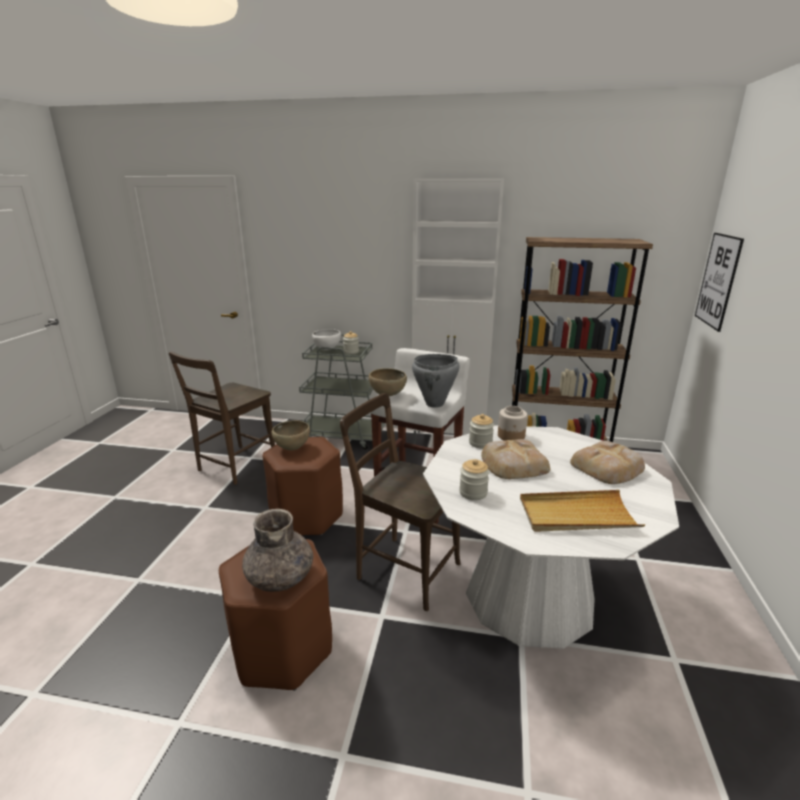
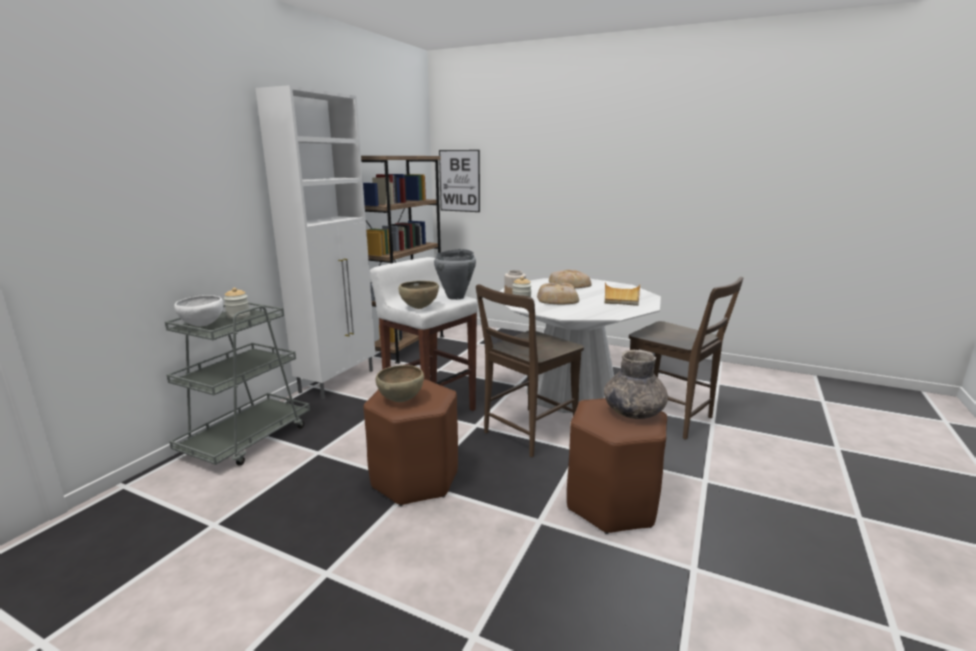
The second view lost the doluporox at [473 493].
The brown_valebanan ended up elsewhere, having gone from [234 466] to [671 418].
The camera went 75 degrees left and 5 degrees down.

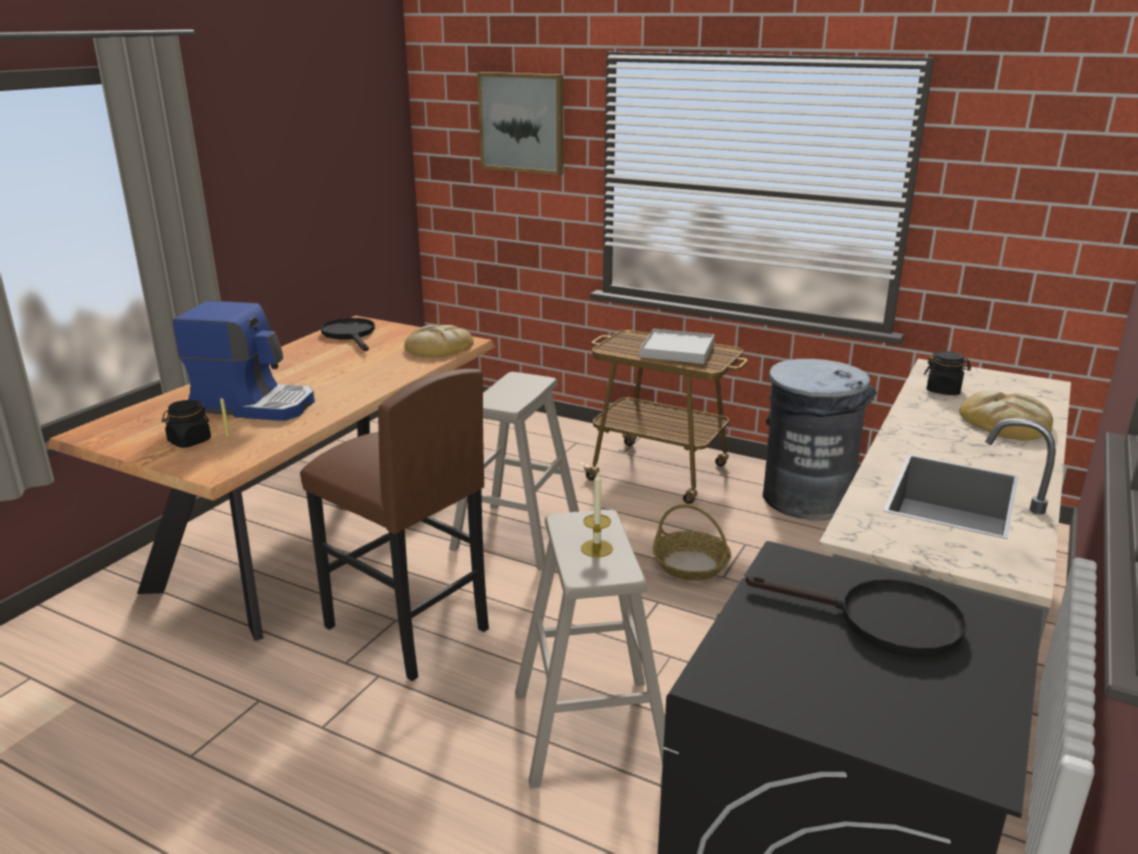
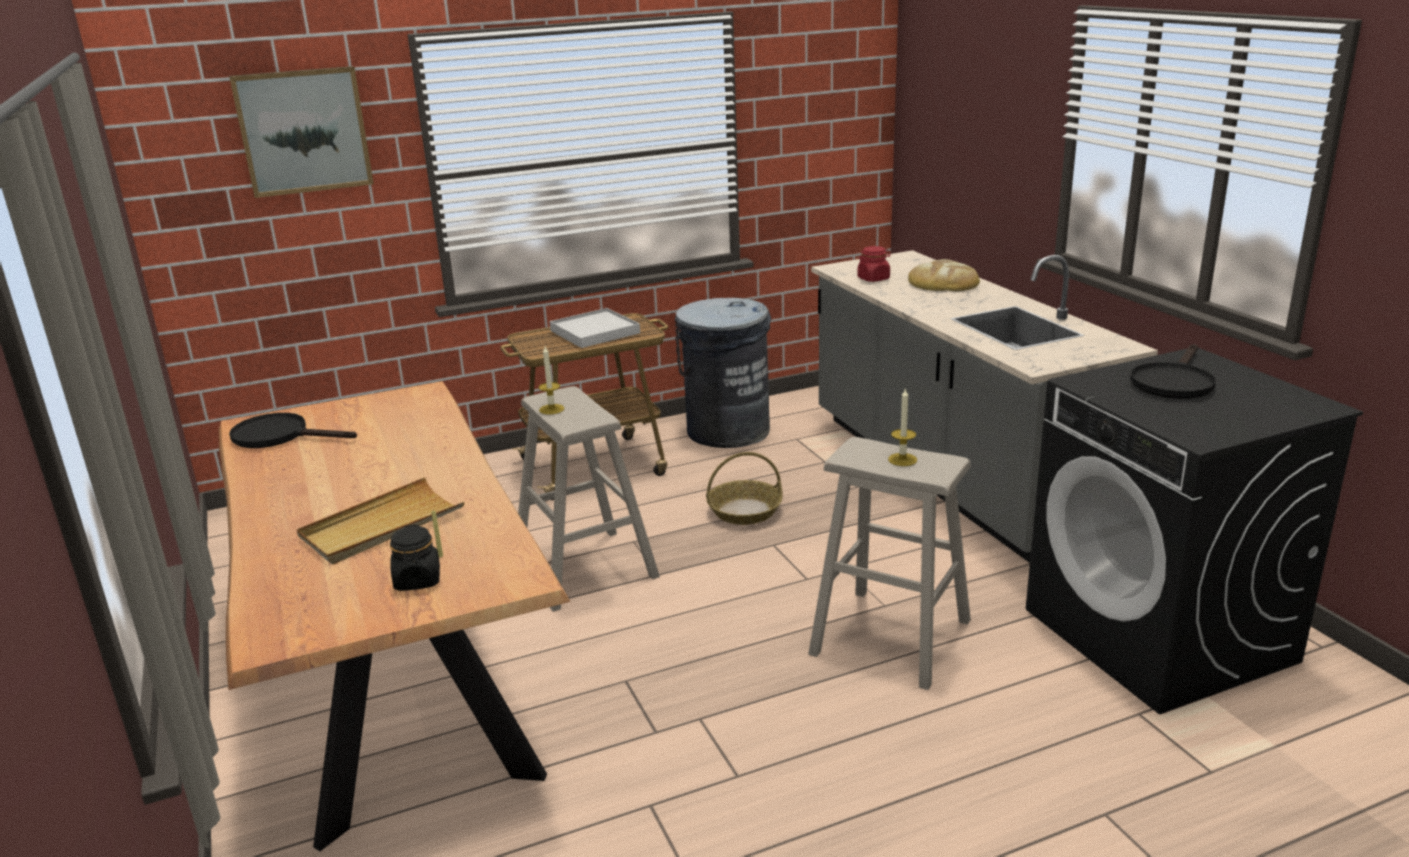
The second view lost the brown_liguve at [406 629].
The second view lost the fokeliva at [438 347].
The second view gained the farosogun at [551 409].
Where the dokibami stood at [254 405], the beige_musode came to stand at [381 526].
What was the black_doluporox at [943 390] turned into the red_doluporox at [873 279].
The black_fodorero at [881 621] ended up facing another way, 150 degrees clockwise from before.
The camera went 50 degrees left and 0 degrees up.

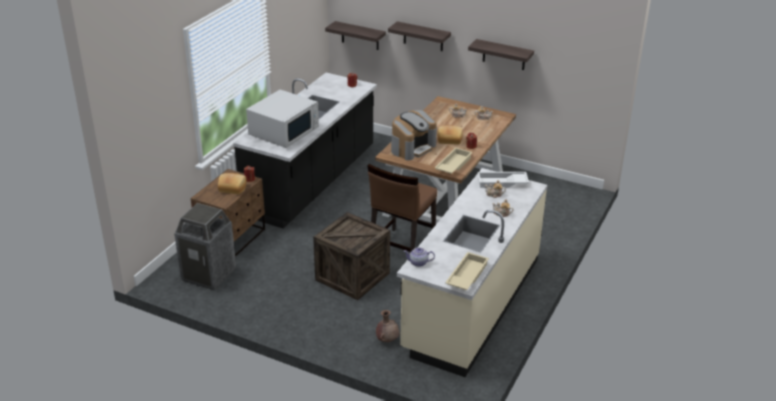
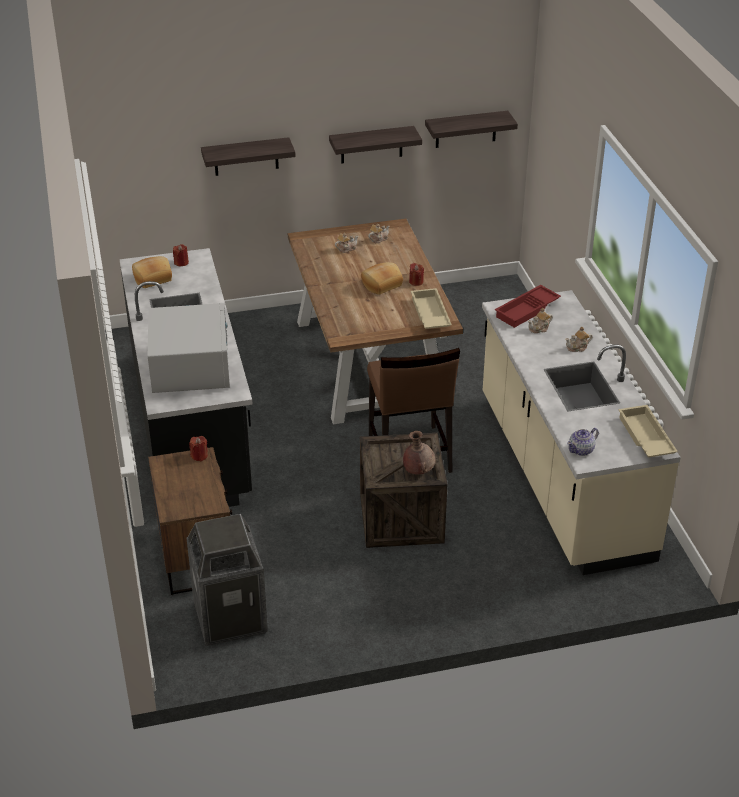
The second view lost the dokibami at [412 147].
The fokeliva ended up elsewhere, having gone from [233 188] to [152 278].
The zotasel ended up elsewhere, having gone from [360 36] to [466 129].
The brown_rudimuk ended up elsewhere, having gone from [387 340] to [418 471].
What was the white_musode at [502 183] turned into the red_musode at [527 310].
The camera went 40 degrees left and 5 degrees up.

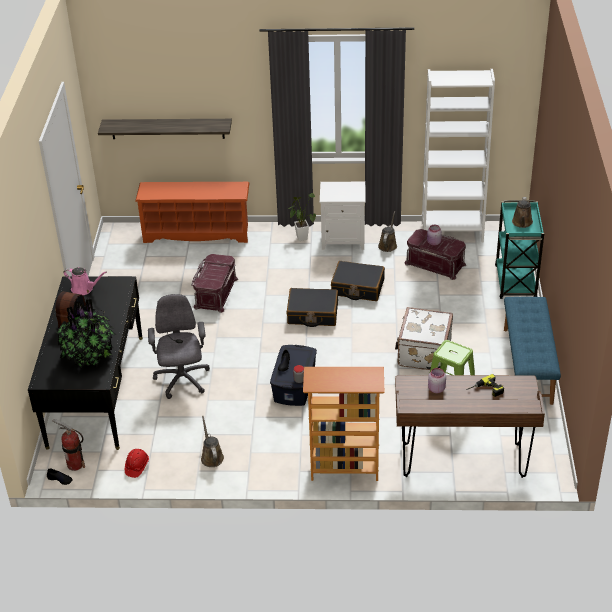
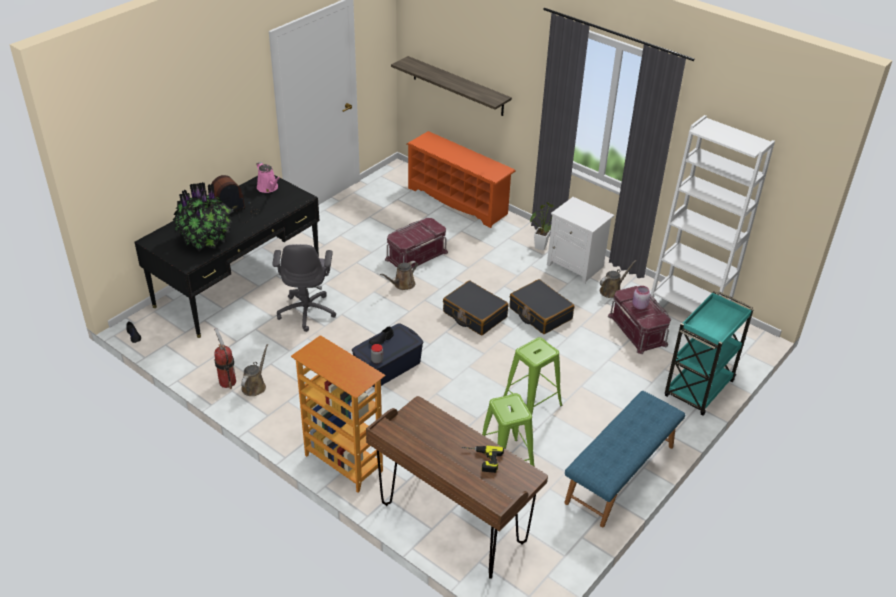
The second view lost the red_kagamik at [137 467].
The second view lost the pink_doluporox at [436 389].
The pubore ended up elsewhere, having gone from [75 464] to [227 381].
The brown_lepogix ended up elsewhere, having gone from [522 223] to [402 285].
Where the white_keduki stood at [423 353], the green_liguve came to stand at [532 403].
The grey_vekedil at [182 380] ended up facing another way, 150 degrees clockwise from before.
The camera went 35 degrees right and 0 degrees up.

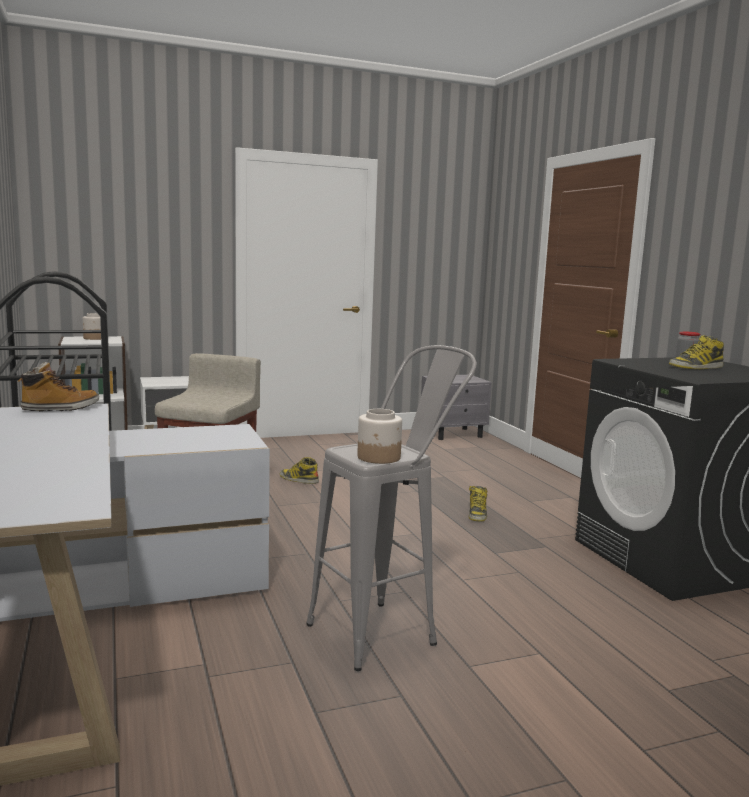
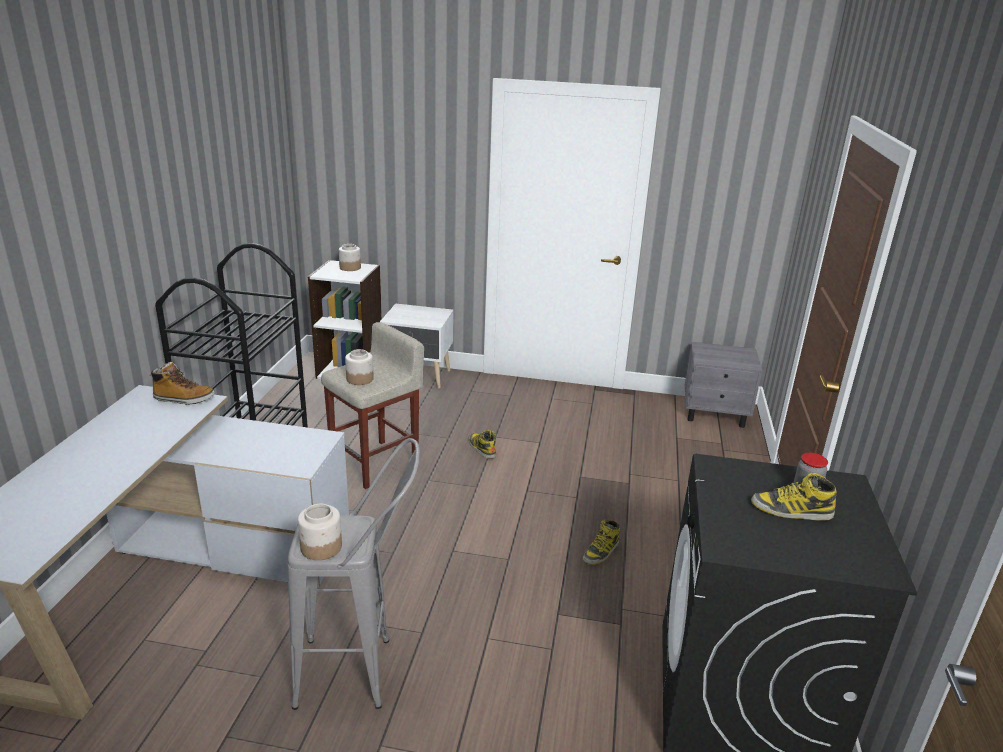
The second view gained the doluporox at [360 379].
The camera went 30 degrees right and 15 degrees up.

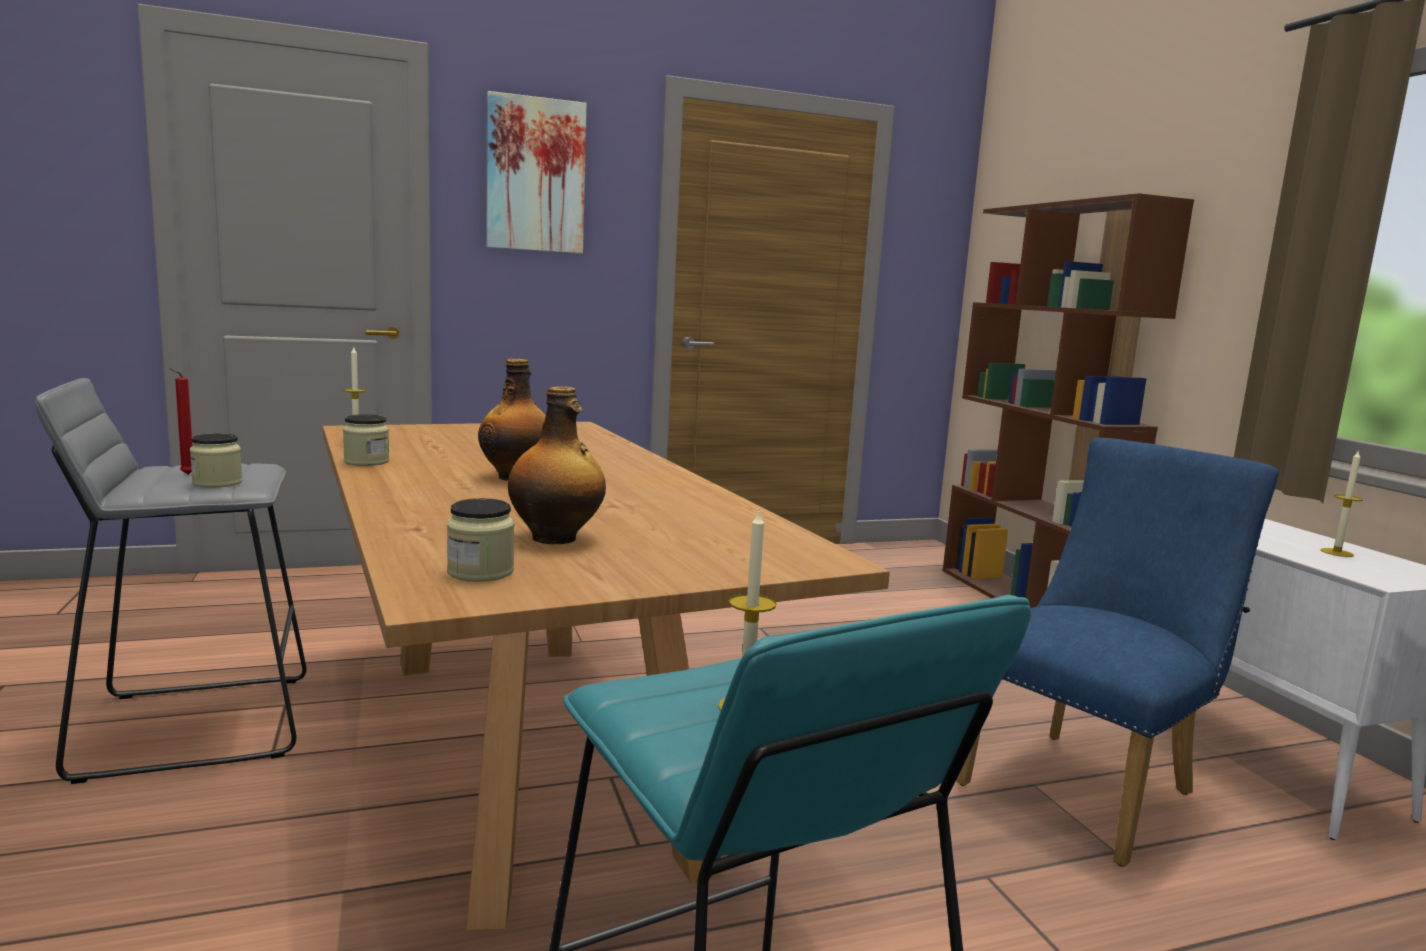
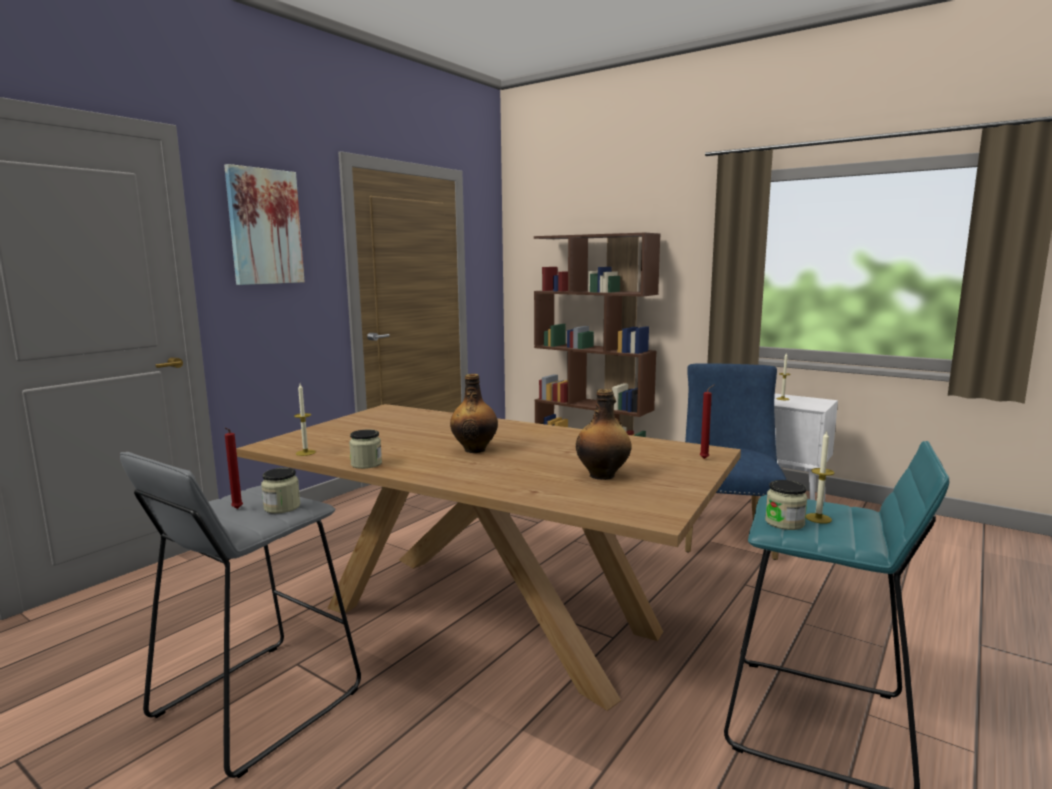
The second view gained the red_farosogun at [705 458].
The doluporox ended up elsewhere, having gone from [480 572] to [784 523].
The camera went 35 degrees left and 0 degrees up.

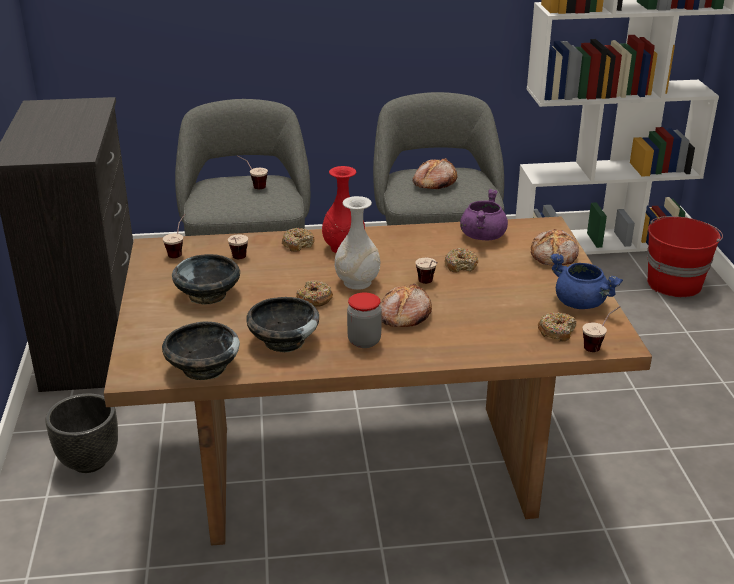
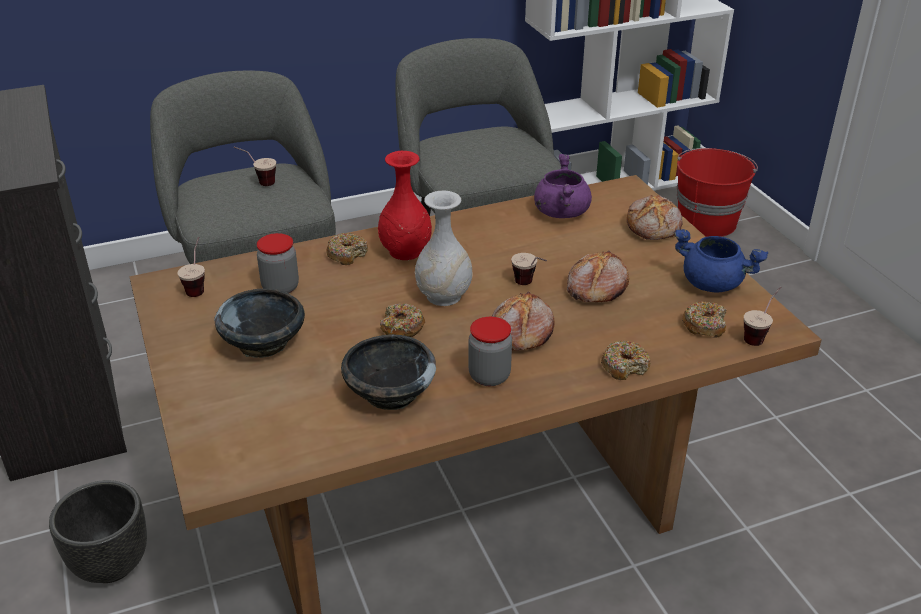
The second view lost the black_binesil at [203 368].
The fokeliva ended up elsewhere, having gone from [434 183] to [595 288].
The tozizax ended up elsewhere, having gone from [461 265] to [624 366].
Where the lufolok stood at [237 260], the doluporox came to stand at [280 288].
The camera went 15 degrees left and 5 degrees up.

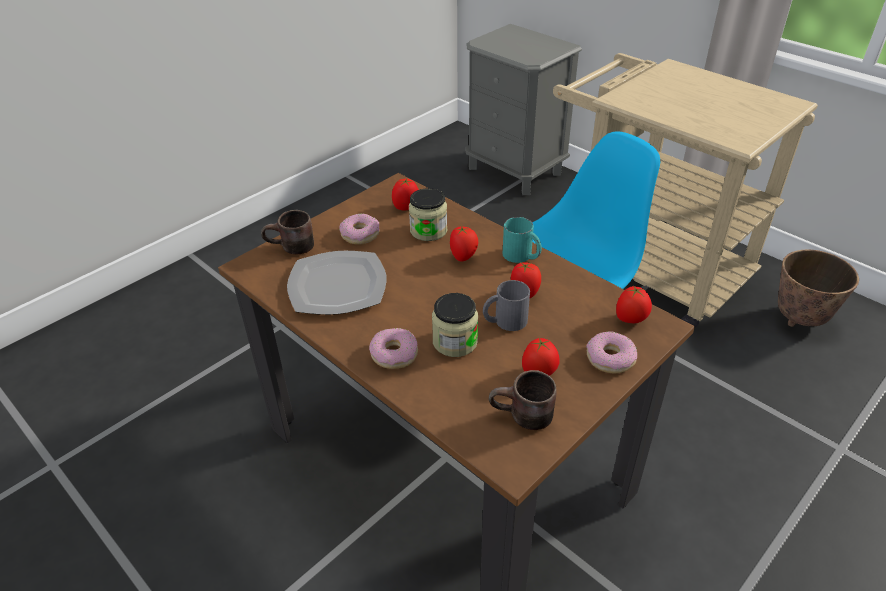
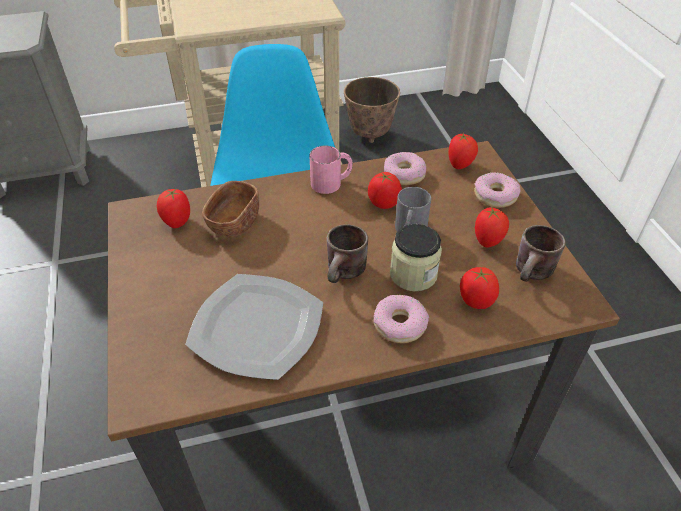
The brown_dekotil ended up elsewhere, having gone from [291 249] to [347 273].
The tozizax ended up elsewhere, having gone from [360 234] to [404 174].
The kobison ended up elsewhere, having gone from [463 257] to [475 301].
Where the doluporox stood at [428 230], the brown_binesil came to stand at [234 222].
What was the turquoise_dekotil at [522 256] turned into the pink_dekotil at [332 182].
The camera went 60 degrees left and 5 degrees up.

